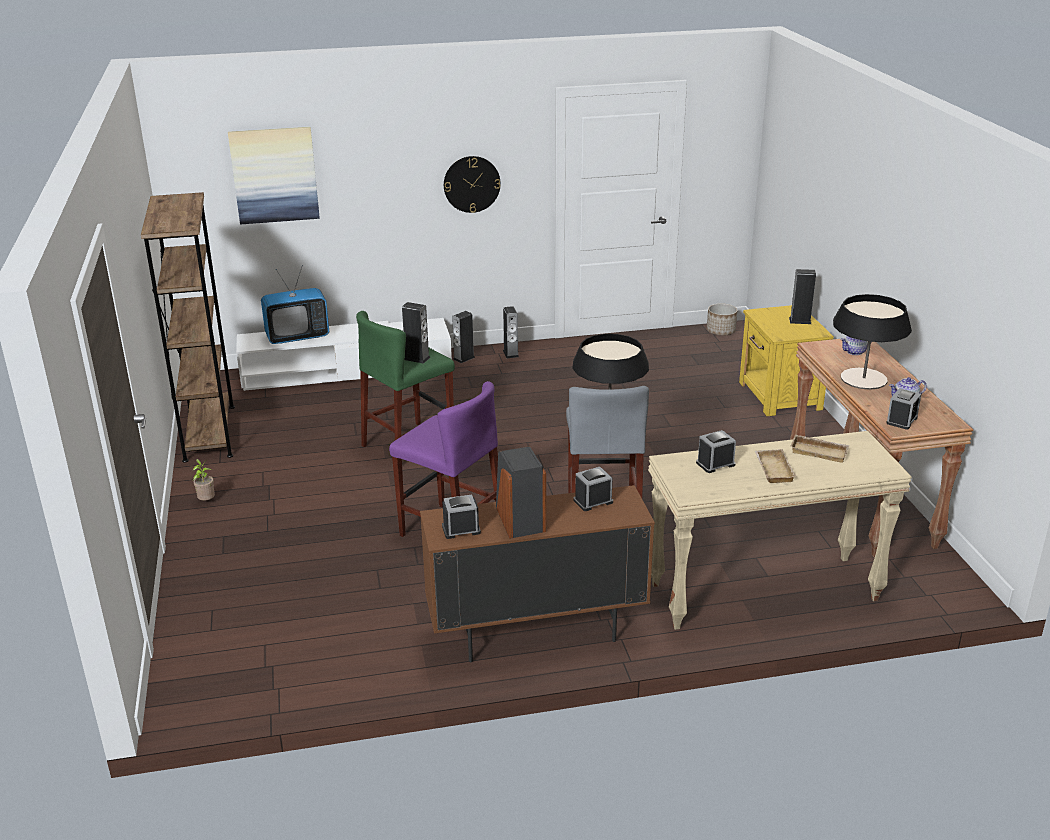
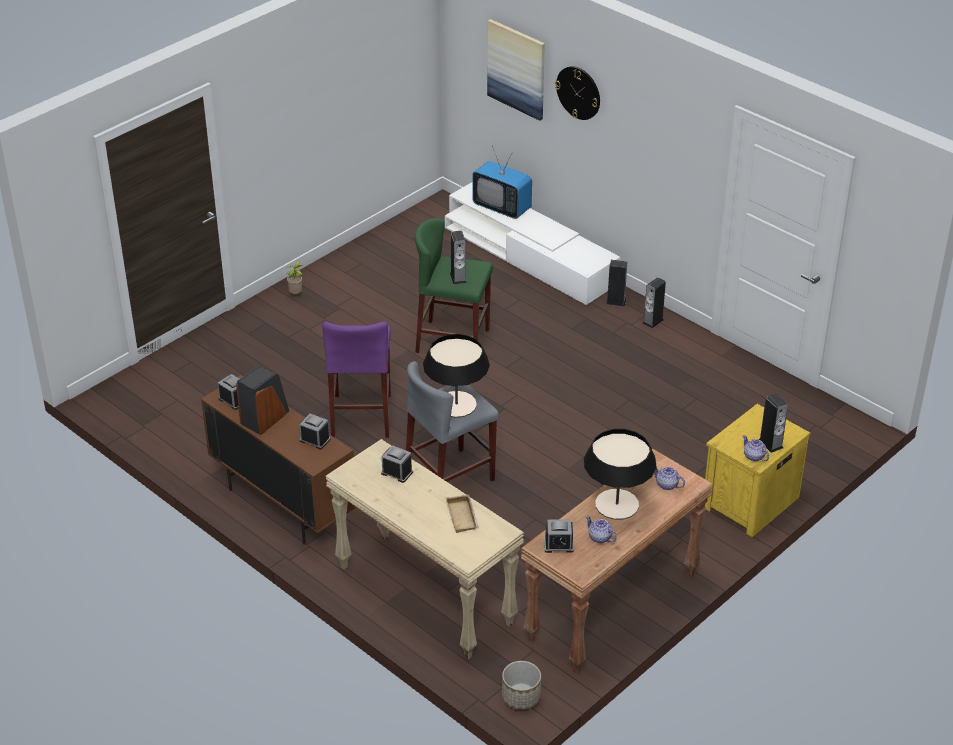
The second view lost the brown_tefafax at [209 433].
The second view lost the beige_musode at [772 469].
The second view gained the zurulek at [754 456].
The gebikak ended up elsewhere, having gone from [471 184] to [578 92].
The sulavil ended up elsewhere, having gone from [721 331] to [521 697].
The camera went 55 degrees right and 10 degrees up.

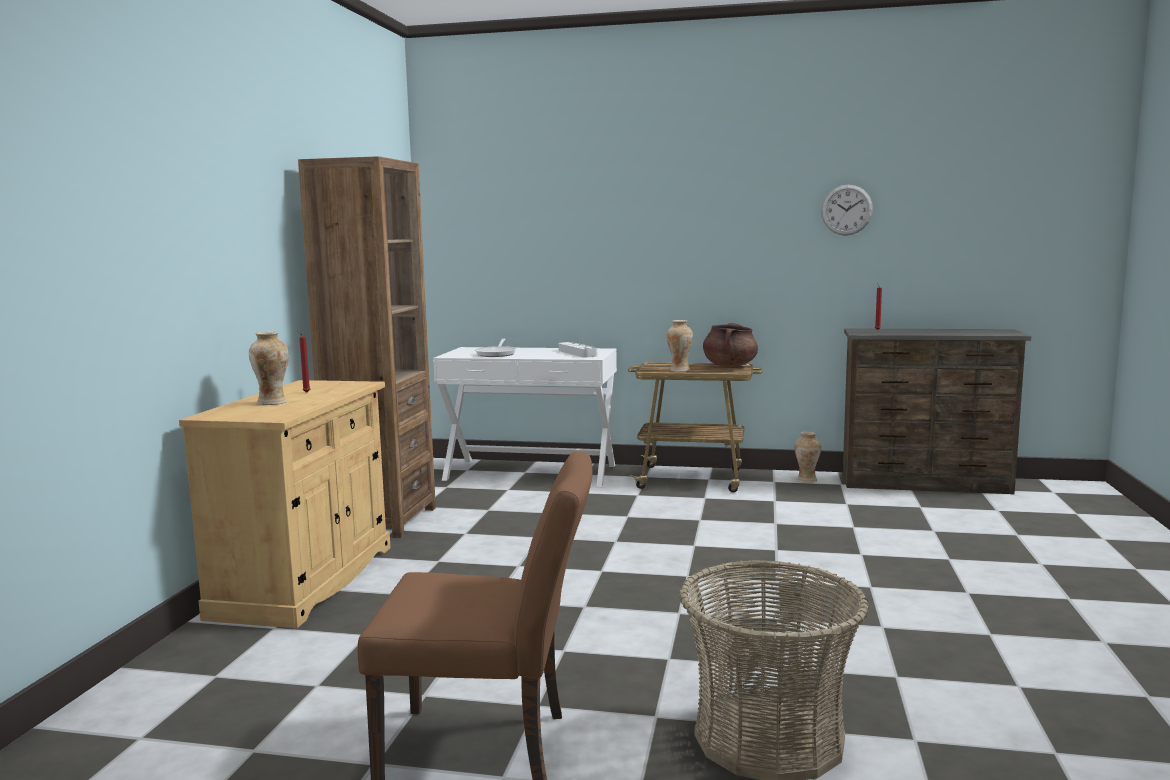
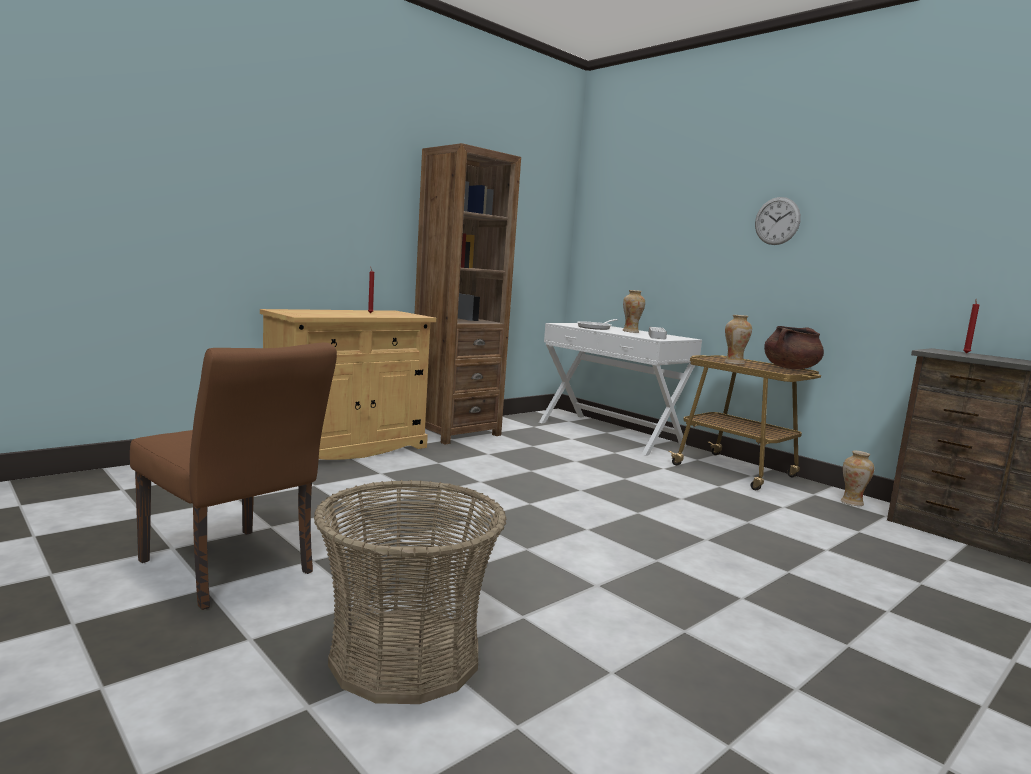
The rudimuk ended up elsewhere, having gone from [272 403] to [630 331].
The gebikak ended up elsewhere, having gone from [846 210] to [777 221].
The camera went 35 degrees right and 0 degrees up.

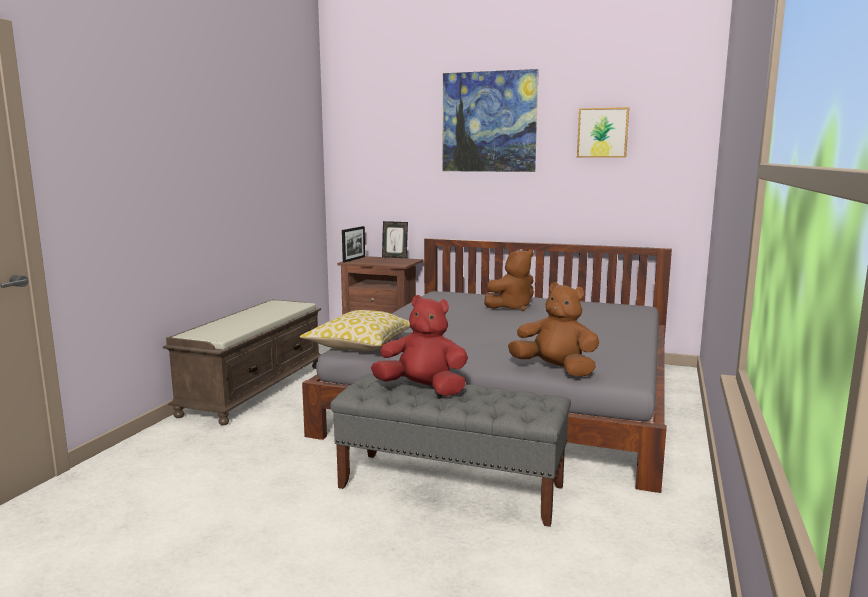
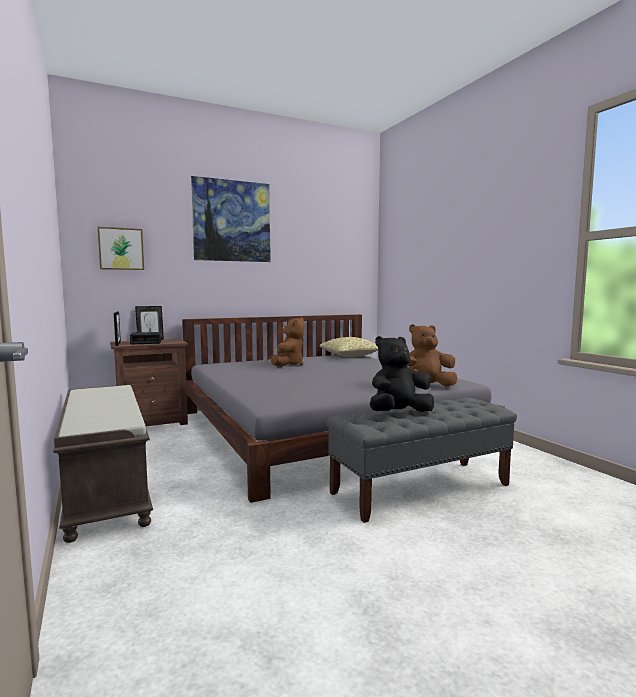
The second view gained the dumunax at [147 342].
The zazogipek ended up elsewhere, having gone from [360 345] to [349 355].
The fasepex ended up elsewhere, having gone from [602 133] to [121 249].
What was the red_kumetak at [423 389] turned into the black_kumetak at [399 413].
The camera went 45 degrees left and 5 degrees down.

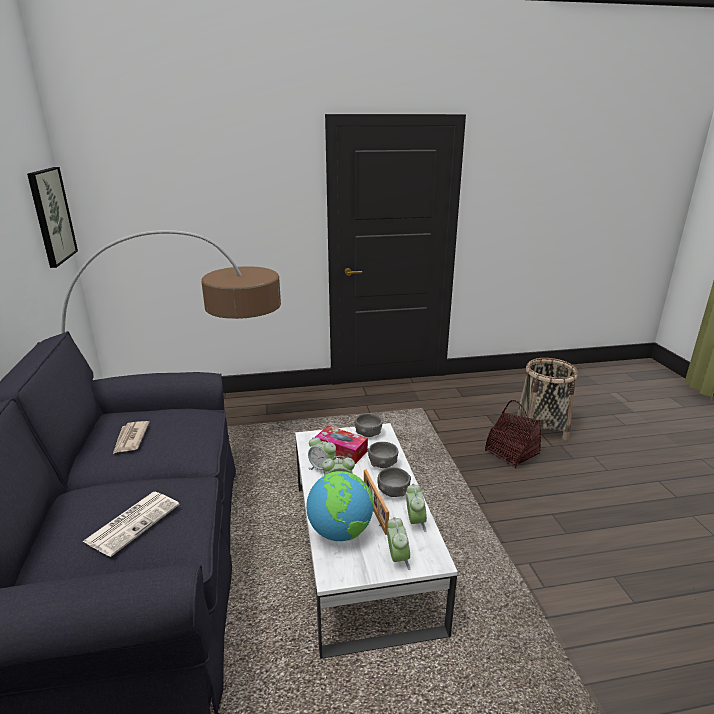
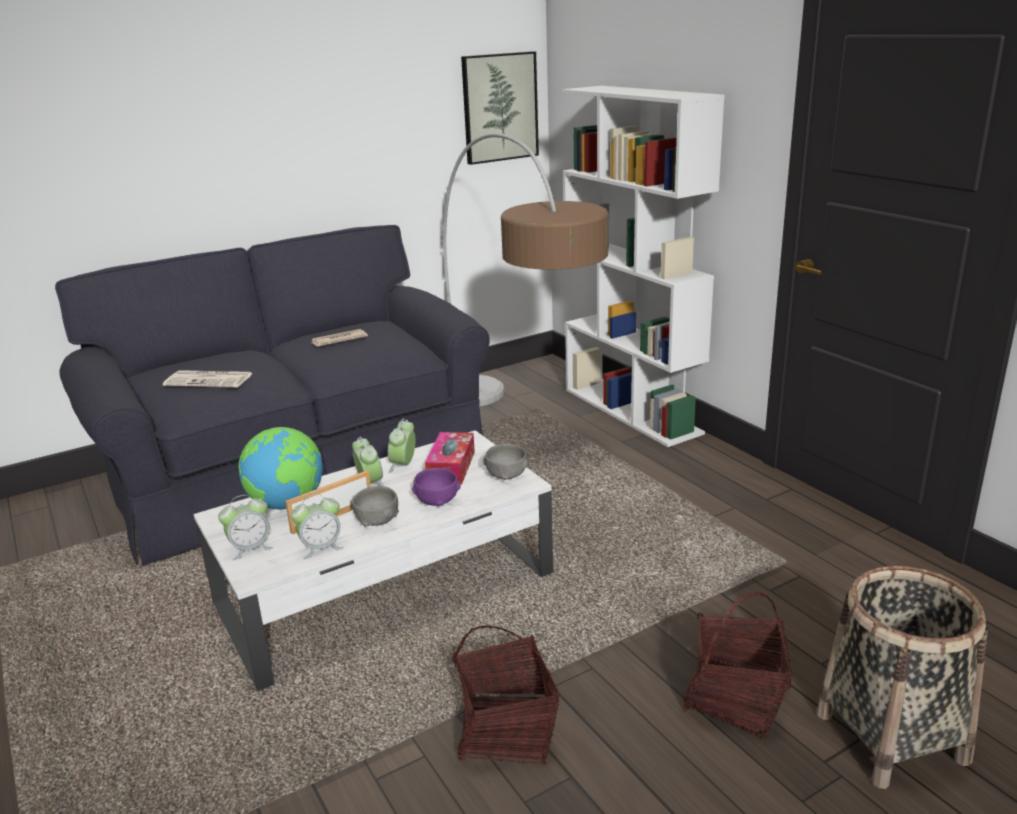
The second view gained the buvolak at [506 730].
The second view gained the white_tefafax at [632 411].
What was the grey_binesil at [382 464] turned into the purple_binesil at [437 501].
The camera went 70 degrees right and 0 degrees up.

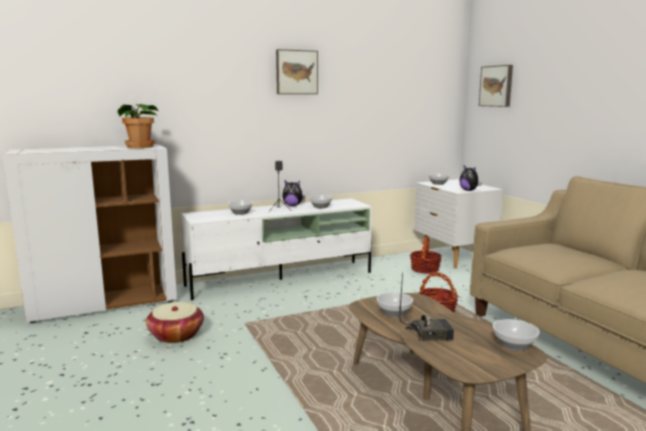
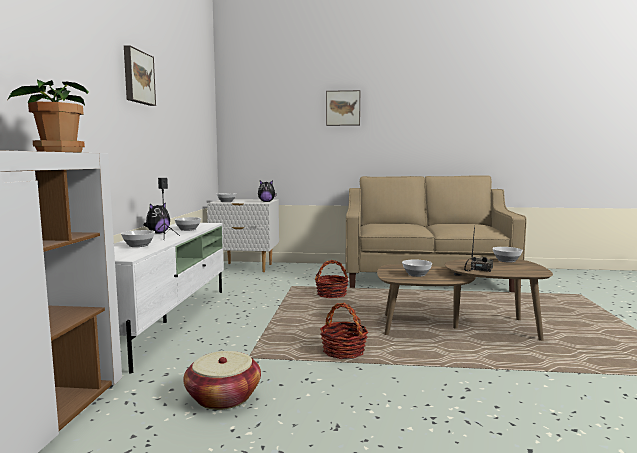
The buvolak ended up elsewhere, having gone from [425 269] to [343 351].
The fasepex ended up elsewhere, having gone from [497 86] to [343 108].
The camera went 60 degrees left and 5 degrees down.

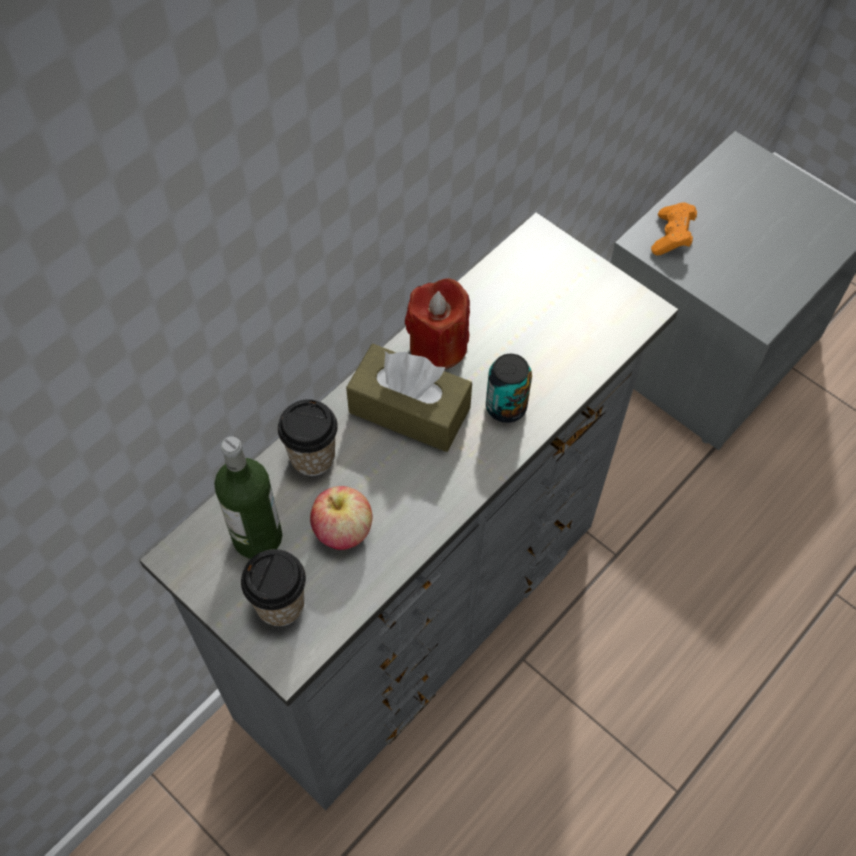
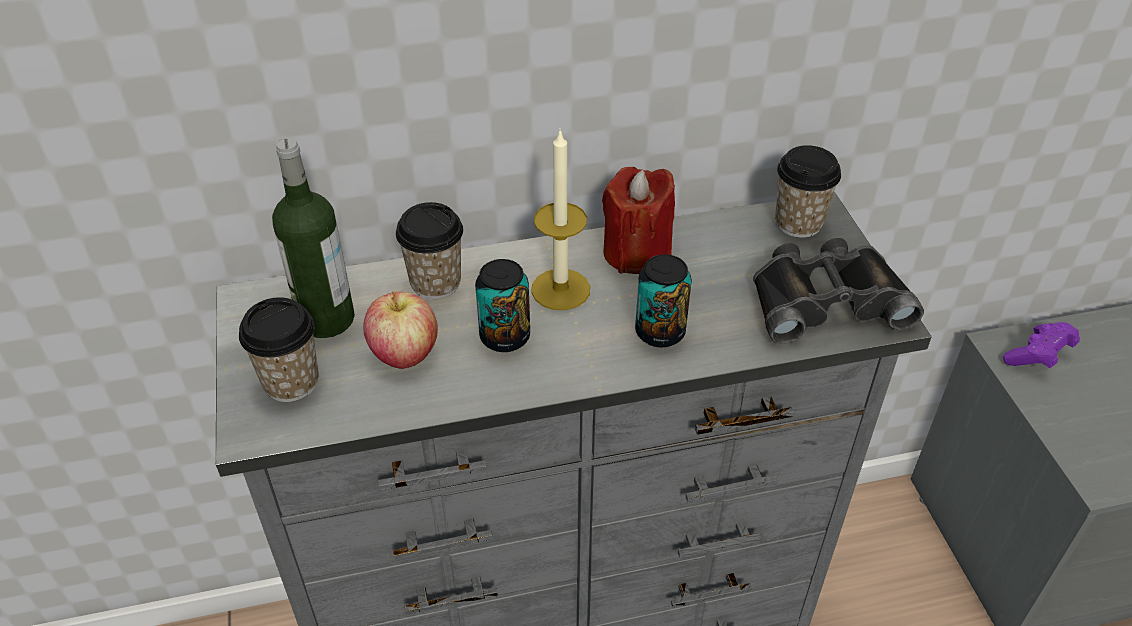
The second view gained the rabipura at [505 337].
The second view gained the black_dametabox at [825 300].
The second view gained the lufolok at [798 223].
Where the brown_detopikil stood at [409 410], the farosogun came to stand at [560 289].
What was the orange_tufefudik at [672 237] turned into the purple_tufefudik at [1037 356].
The camera went 35 degrees right and 15 degrees down.

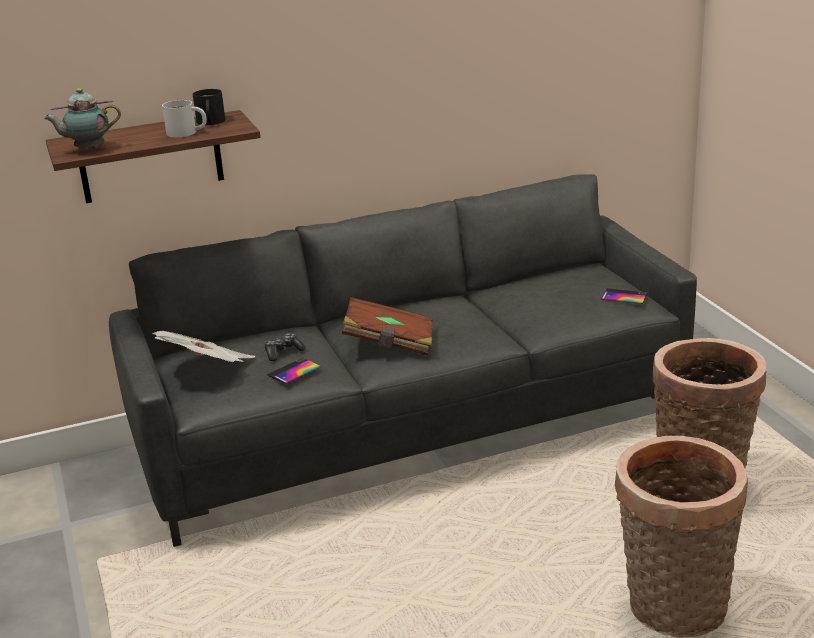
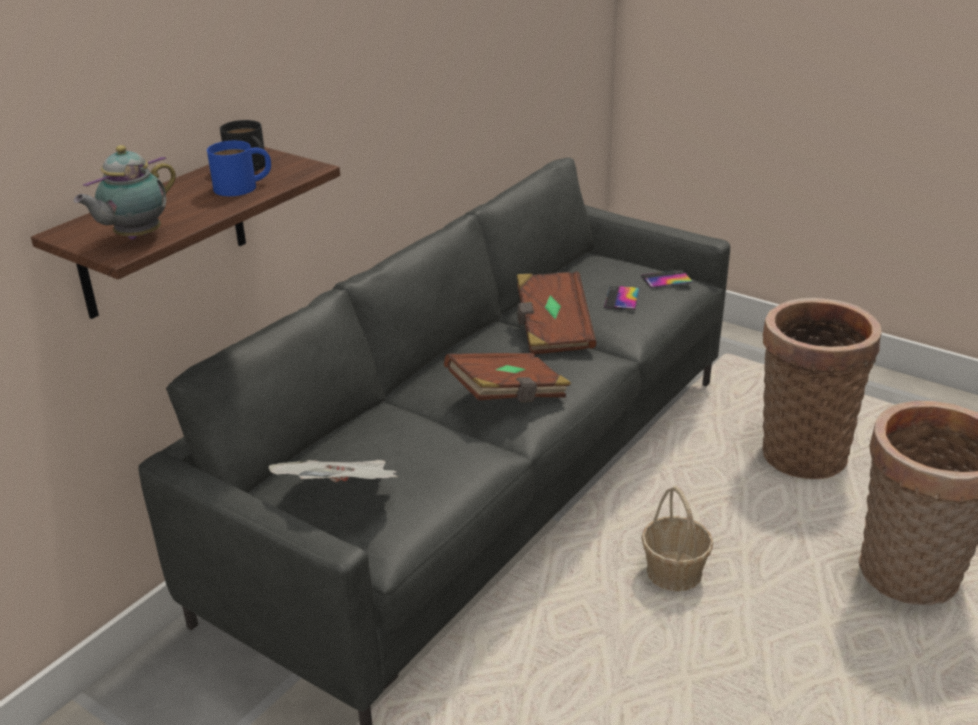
The second view lost the tufefudik at [283 352].
The second view gained the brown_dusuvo at [552 330].
The second view gained the buvolak at [674 573].
The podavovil ended up elsewhere, having gone from [294 371] to [622 298].
What was the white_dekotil at [187 132] turned into the blue_dekotil at [243 186].
The camera went 35 degrees left and 5 degrees up.

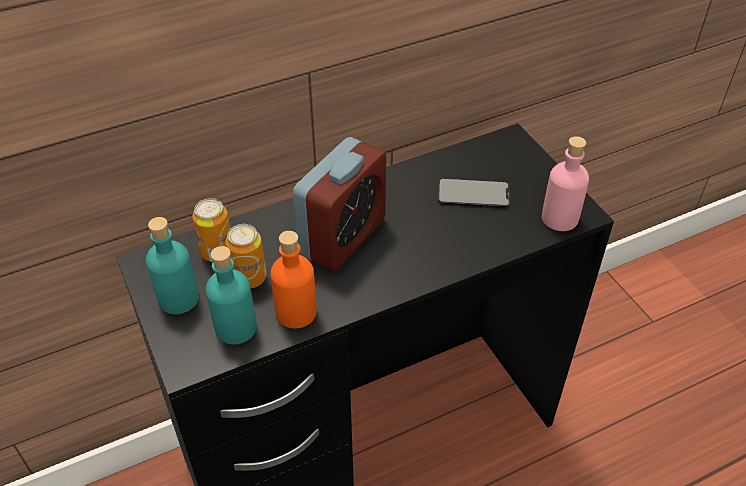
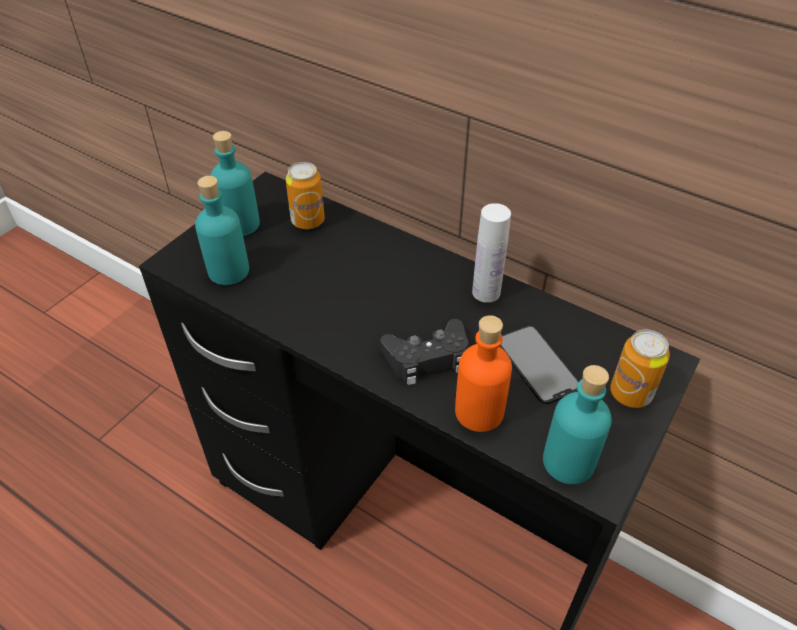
The second view lost the dumunax at [343 237].
The second view gained the black_tufefudik at [427 358].
The second view gained the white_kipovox at [486 292].
The rabipura ended up elsewhere, having gone from [249 278] to [630 393].
The orange_kipovox ended up elsewhere, having gone from [296 312] to [479 412].
What was the pink_kipovox at [559 218] turned into the turquoise_kipovox at [568 462].
The camera went 60 degrees right and 0 degrees up.

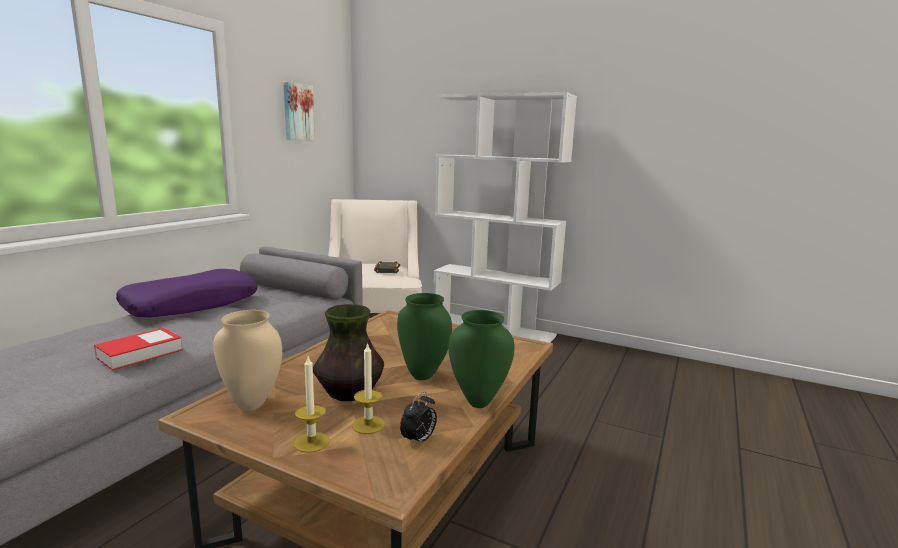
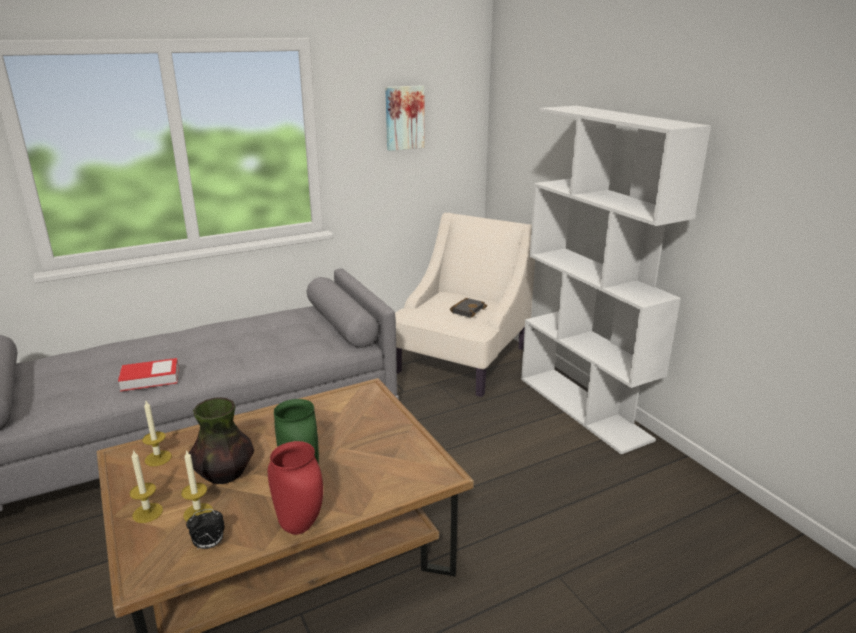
The second view lost the purple_zazogipek at [191 305].
Where the beige_rudimuk stood at [253 404], the farosogun came to stand at [158 458].
What was the green_rudimuk at [478 402] turned into the red_rudimuk at [299 527].
The camera went 35 degrees right and 10 degrees up.

